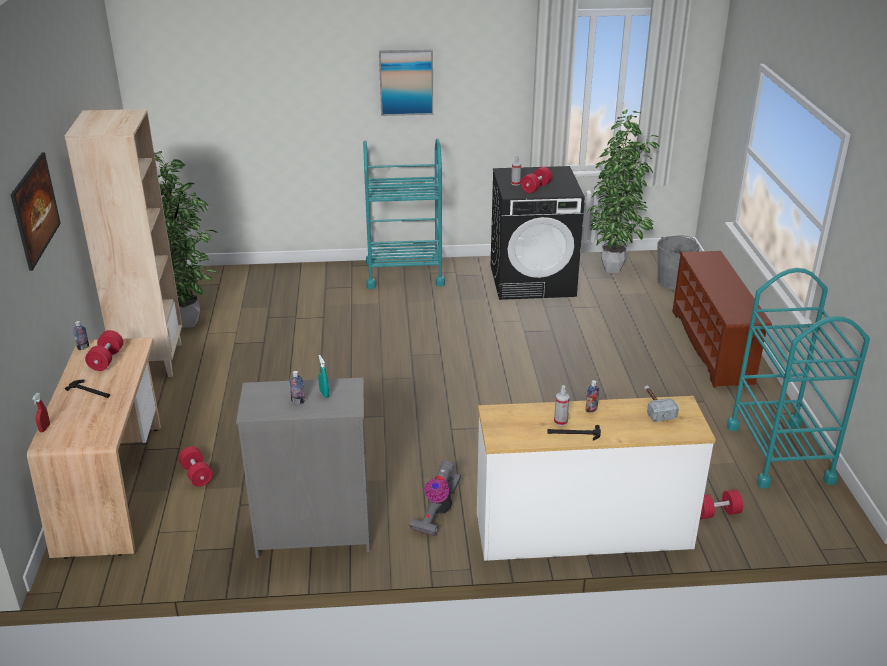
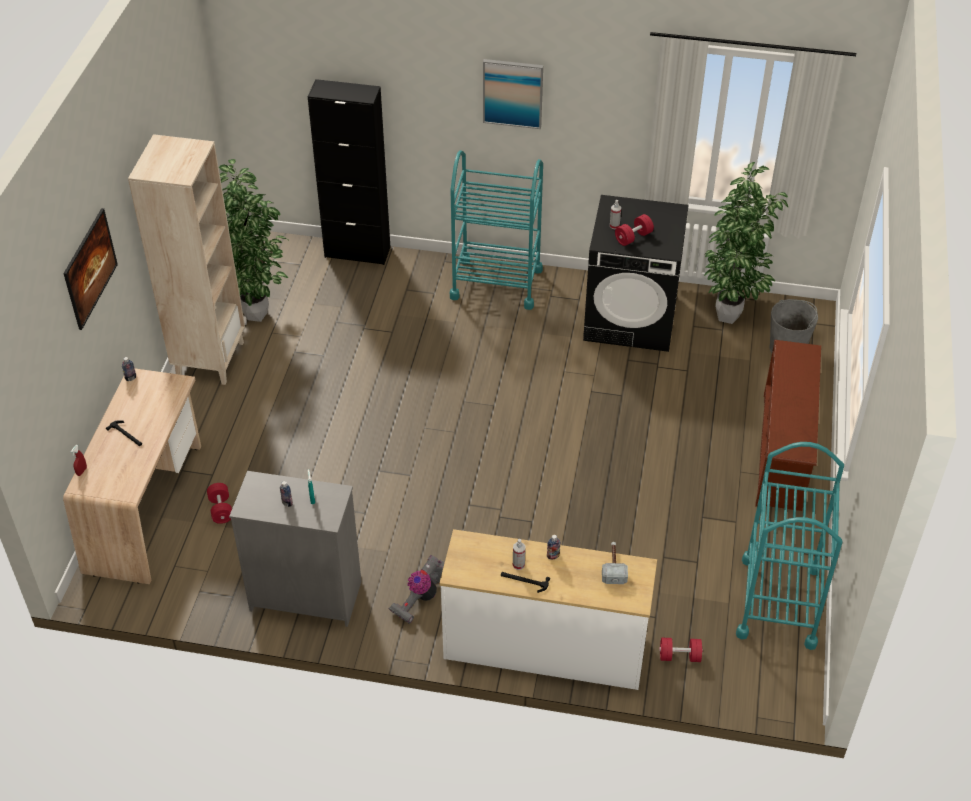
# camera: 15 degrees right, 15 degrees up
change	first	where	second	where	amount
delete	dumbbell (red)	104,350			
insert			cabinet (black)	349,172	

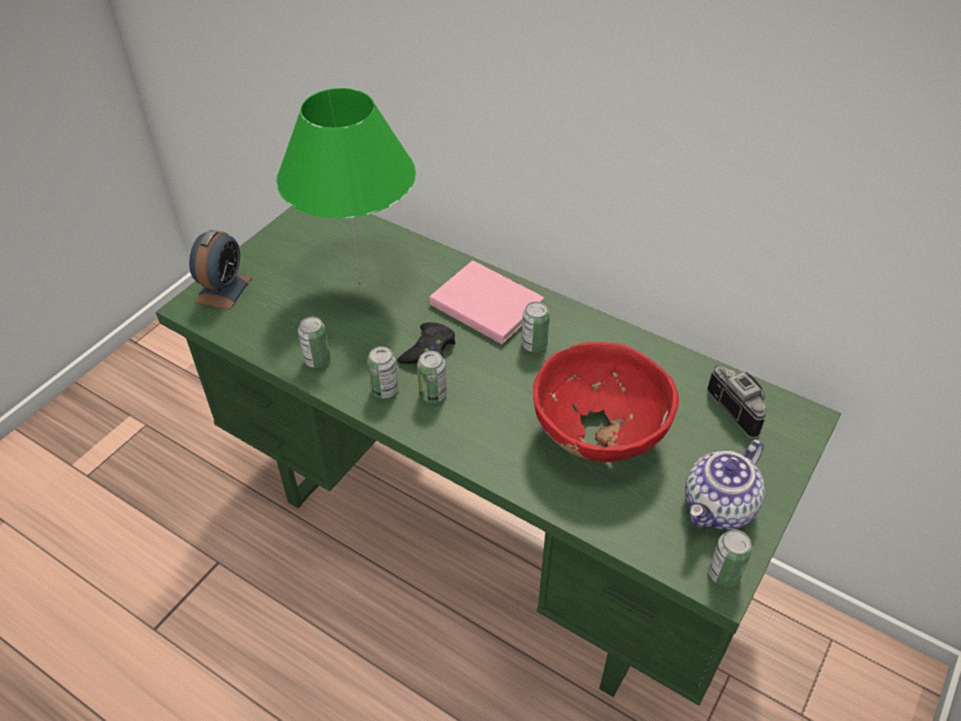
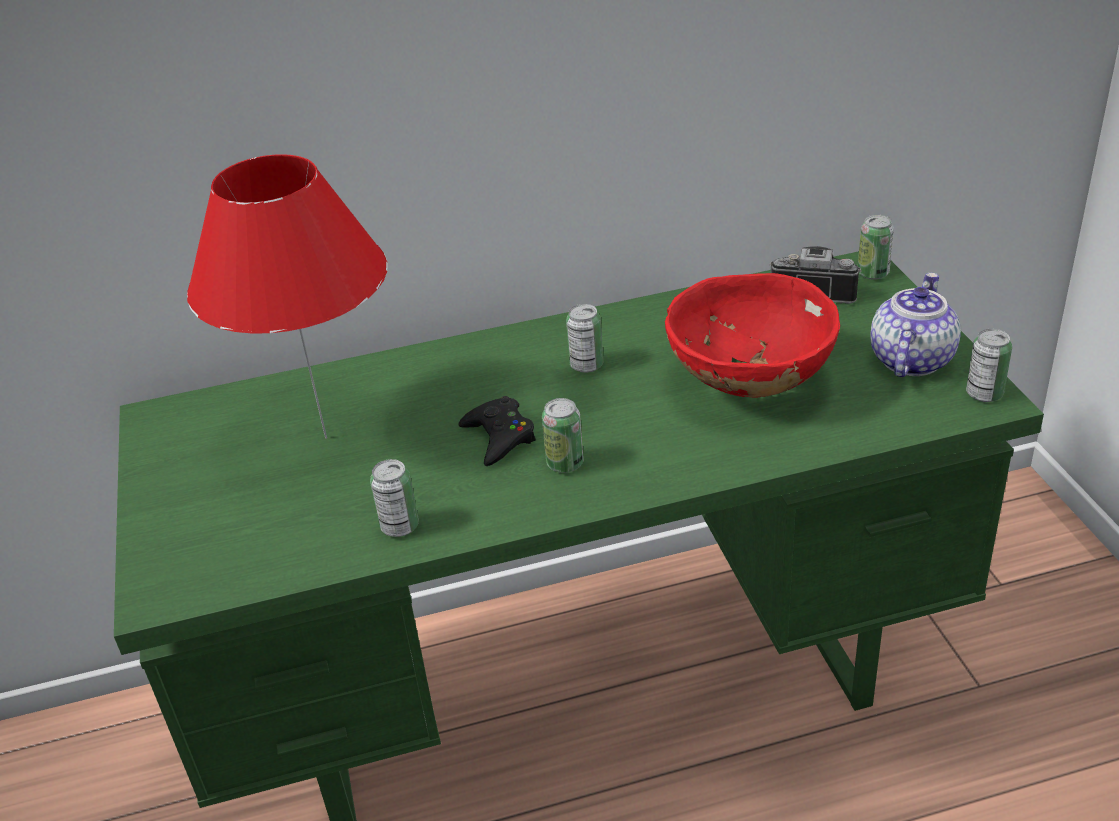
# camera: 45 degrees left, 10 degrees down
change	first	where	second	where	amount
delete	alarm clock	220,270			
recolor	table lamp (green)	346,185	table lamp (red)	287,296	
move	can	382,372		876,247	
delete	book (pink)	487,302			
rotate	teapot	725,484		915,325	150 degrees counterclockwise

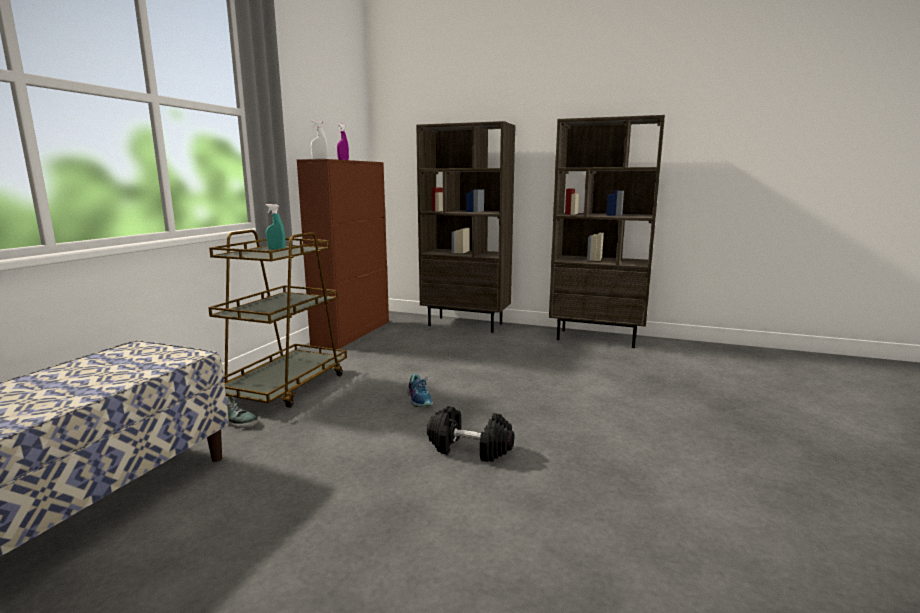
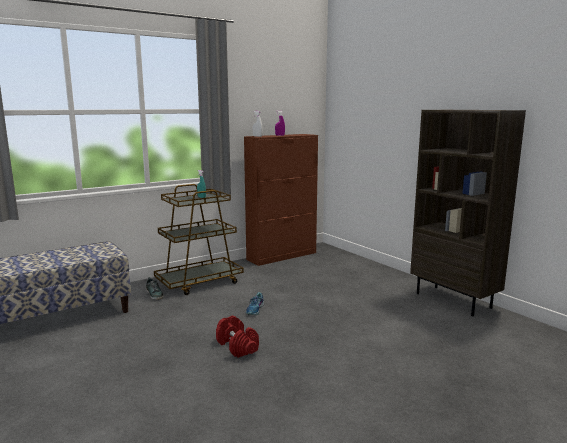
# camera: 35 degrees right, 0 degrees up
change	first	where	second	where	amount
delete	bookcase (brown)	465,227			
recolor	dumbbell (black)	470,434	dumbbell (red)	237,336	

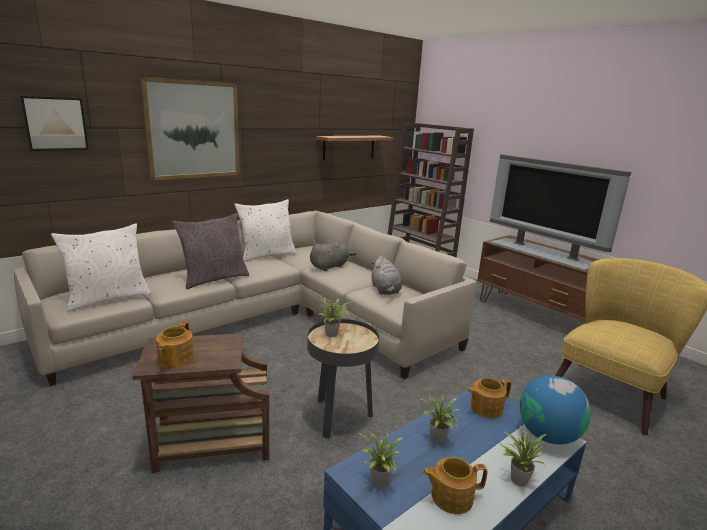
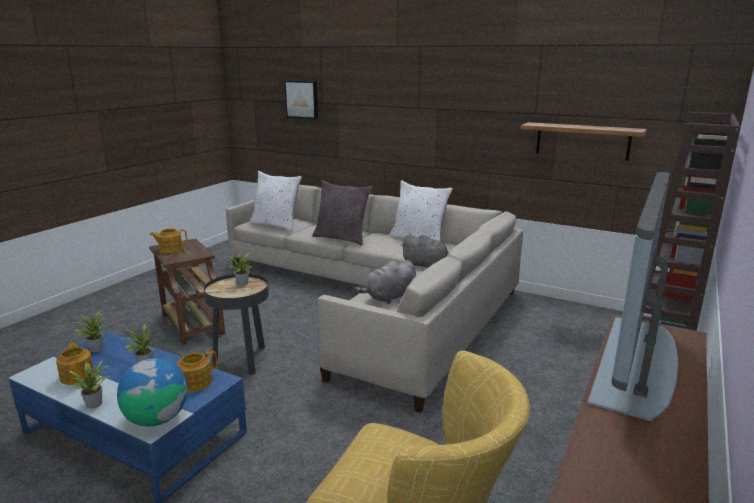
# camera: 70 degrees right, 0 degrees up
change	first	where	second	where	amount
delete	picture	190,129			
rotate	teapot	489,398		197,371	90 degrees counterclockwise

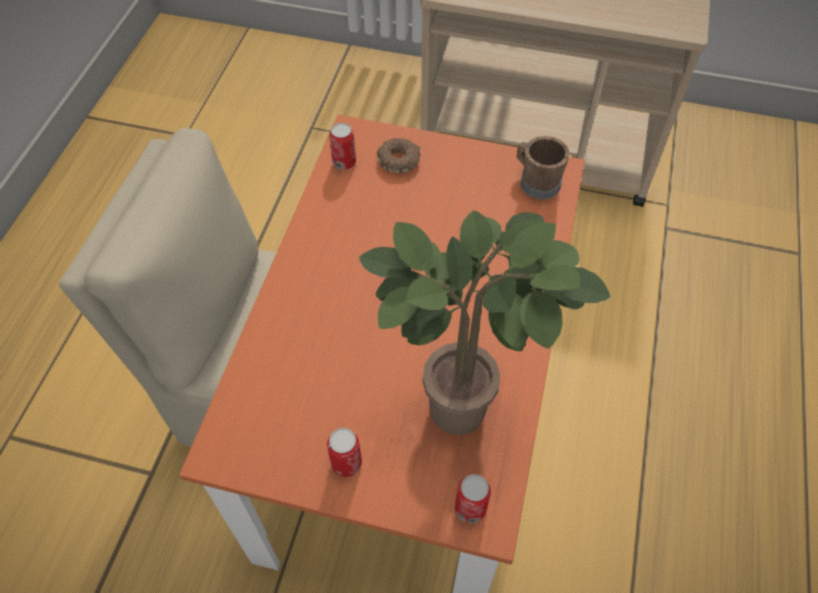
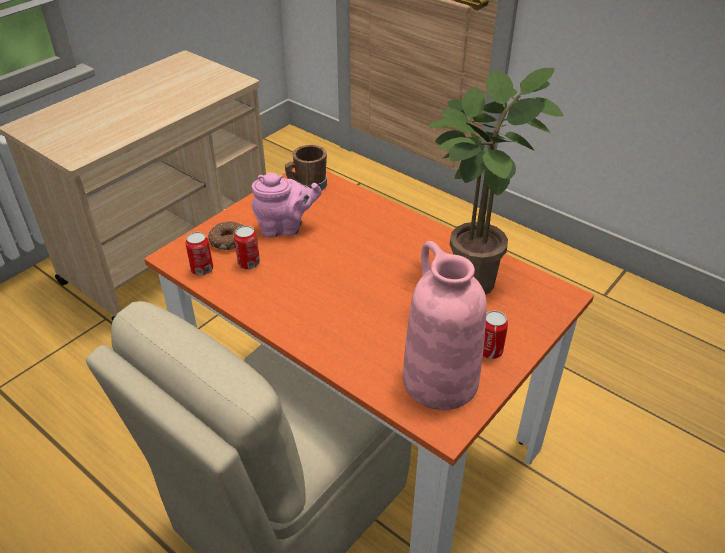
# camera: 65 degrees left, 15 degrees down
change	first	where	second	where	amount
move	can	473,498		247,247	
insert			teapot (pink)	286,205	
insert			vase (pink)	445,325	

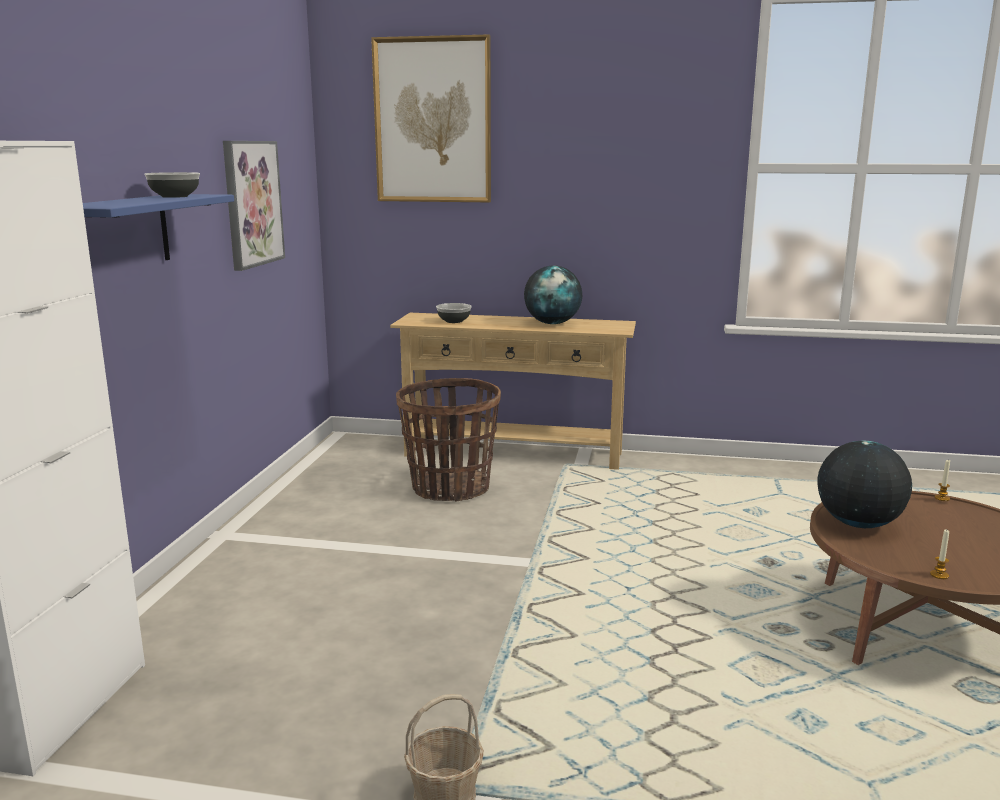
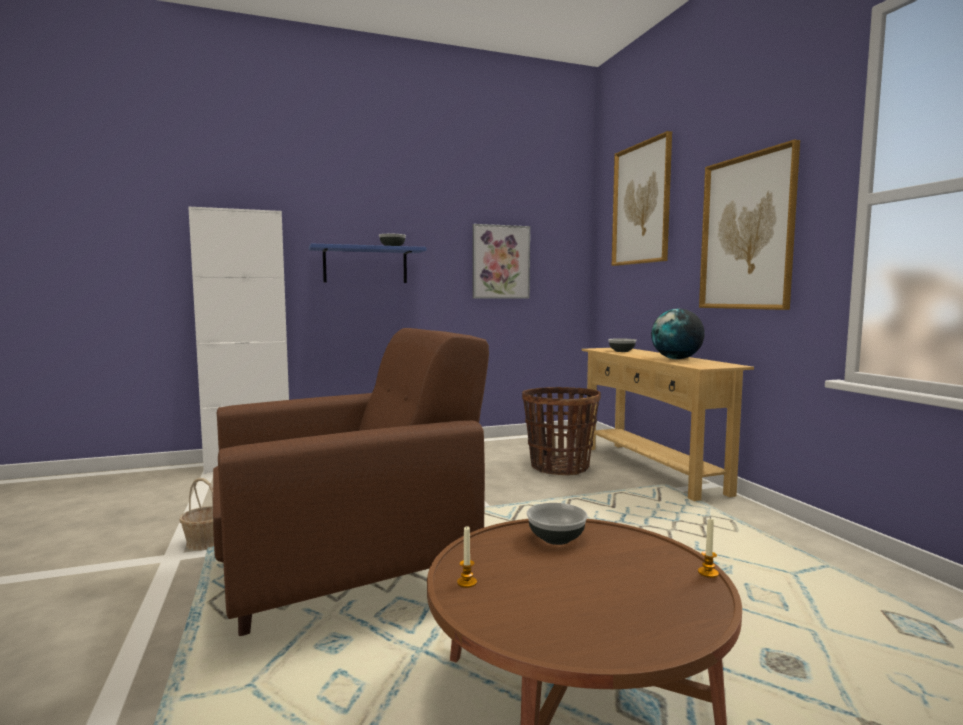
# camera: 60 degrees right, 10 degrees down
change	first	where	second	where	amount
replace	globe	864,484	bowl	557,524	
insert			armchair (brown)	351,482	
insert			picture	749,225	

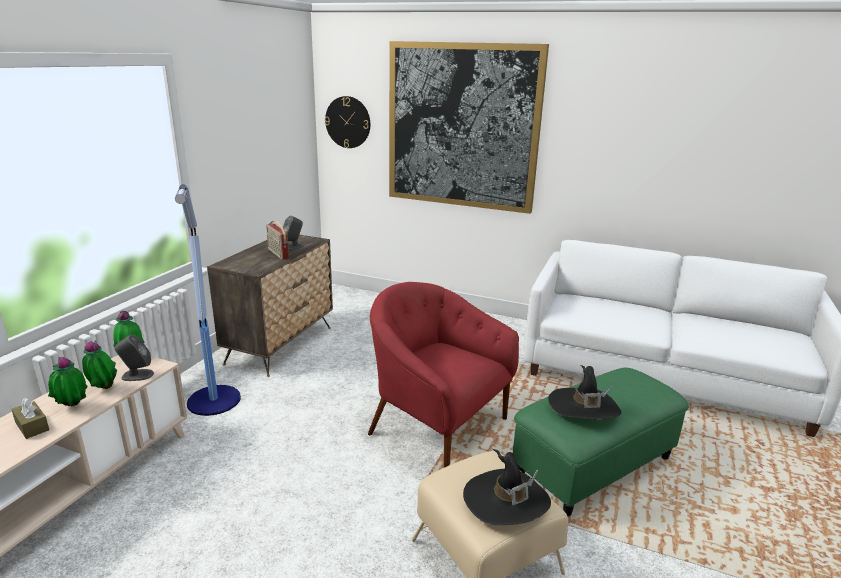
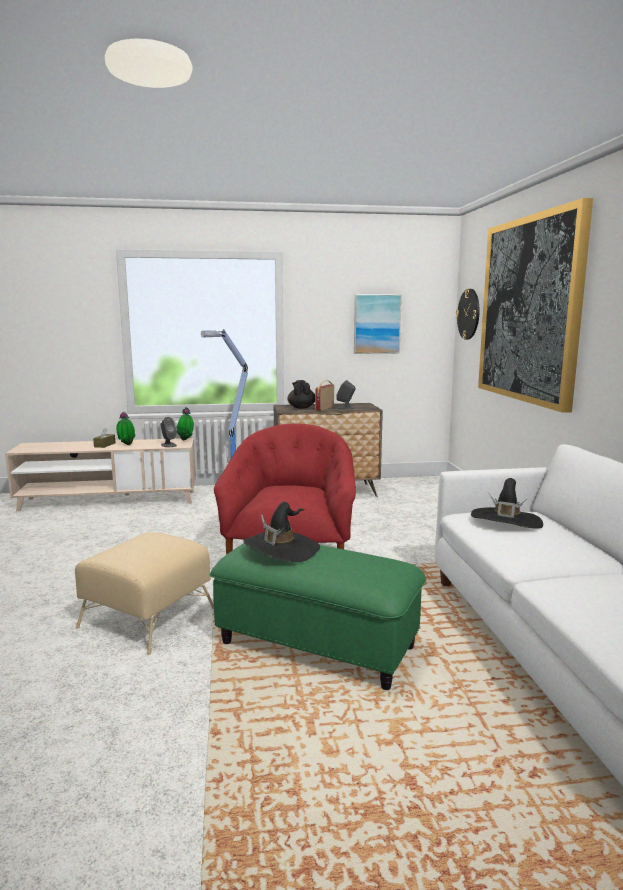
# camera: 60 degrees right, 10 degrees down
change	first	where	second	where	amount
delete	potted plant	99,364			
move	hat (black)	507,487		507,503	
insert			teapot (black)	301,394	
insert			picture	378,324	

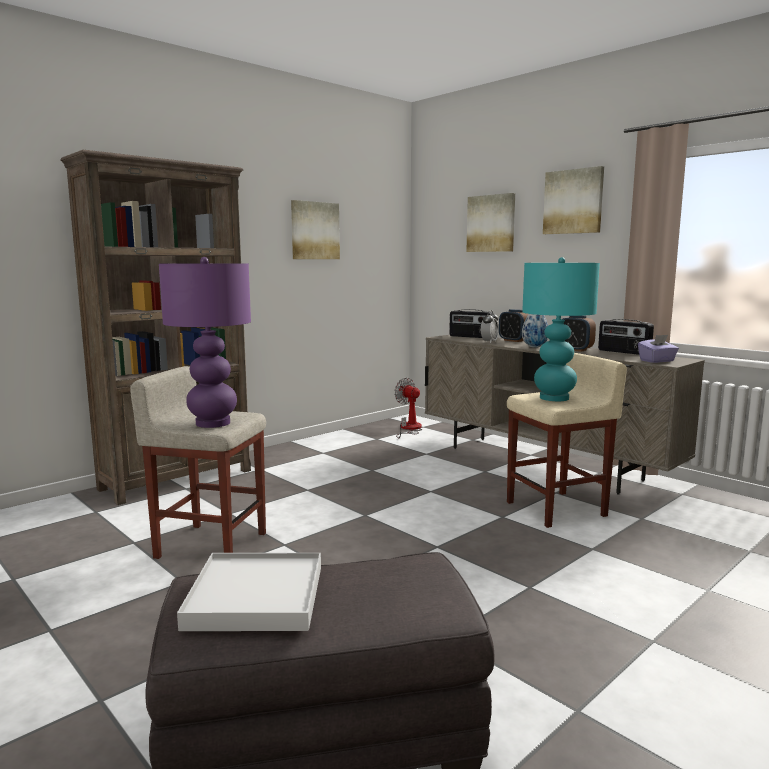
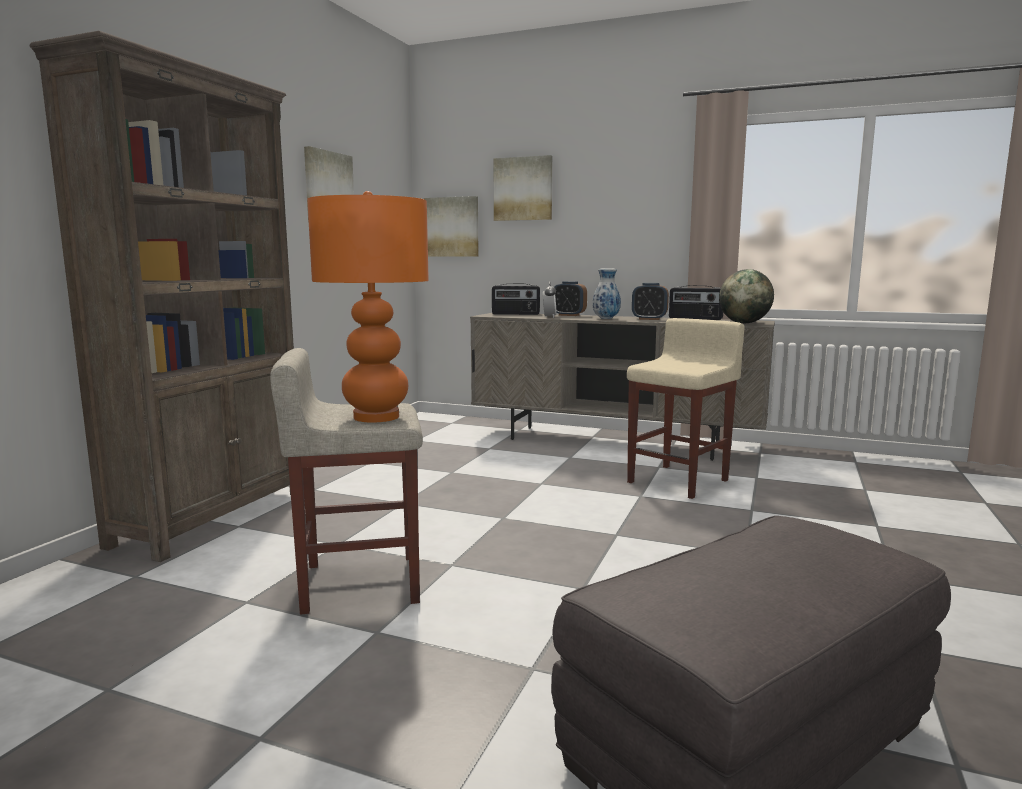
# camera: 25 degrees left, 0 degrees up
change	first	where	second	where	amount
recolor	table lamp (purple)	205,342	table lamp (orange)	368,307	
delete	tray (white)	249,592			
delete	fan	408,408			
delete	table lamp (turquoise)	561,329			
move	picture	573,200		451,226	
replace	tissue box (purple)	658,349	globe	746,296	

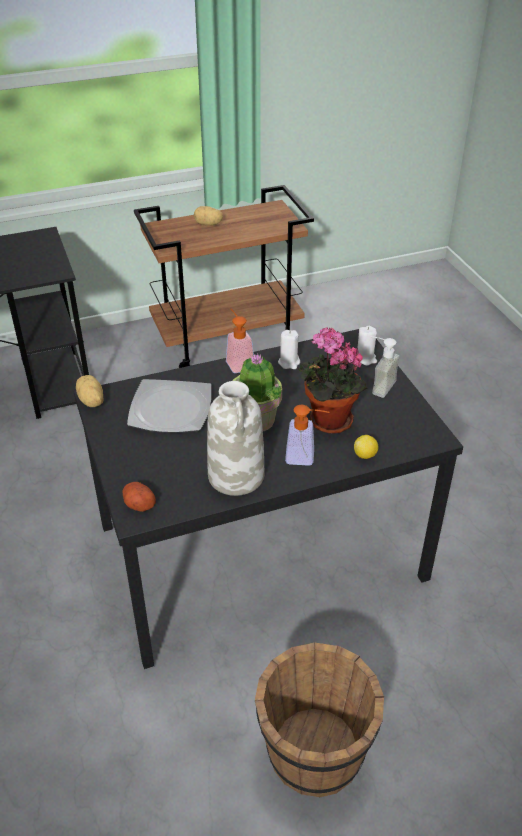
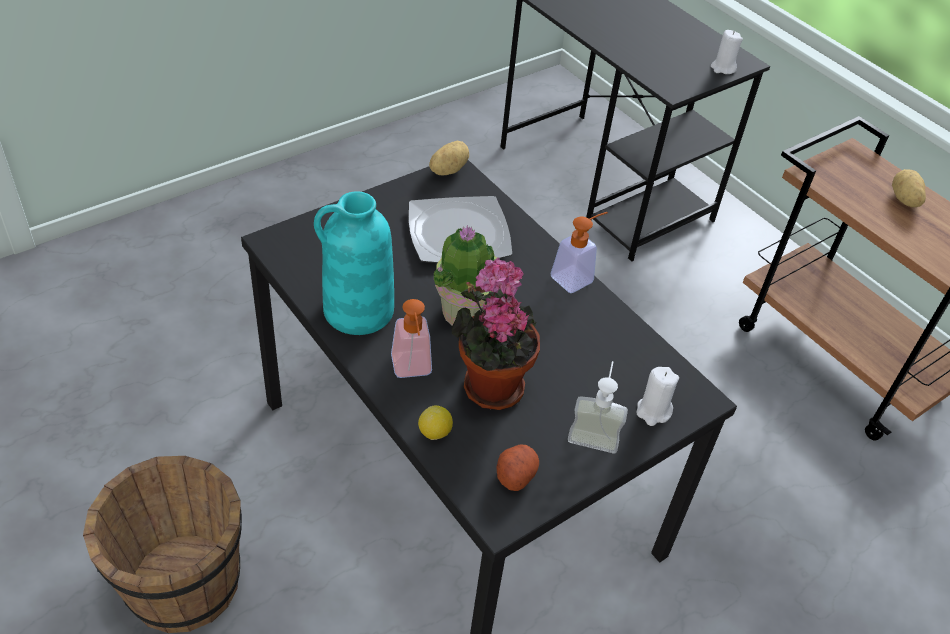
# camera: 70 degrees right, 5 degrees up
change	first	where	second	where	amount
move	potato	139,497		517,467	
recolor	vase (white)	235,438	vase (turquoise)	354,263	
move	candle (white)	289,349		727,52	

